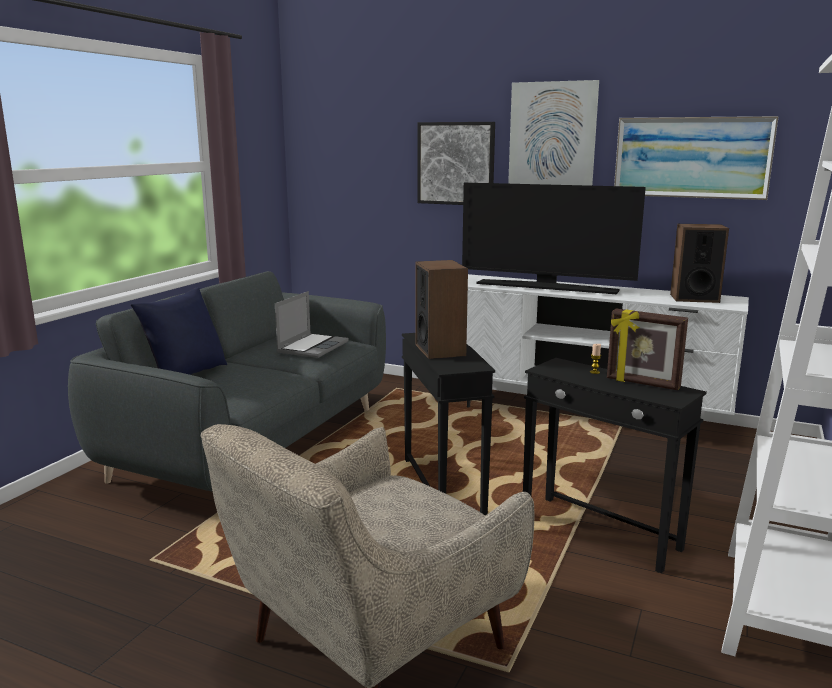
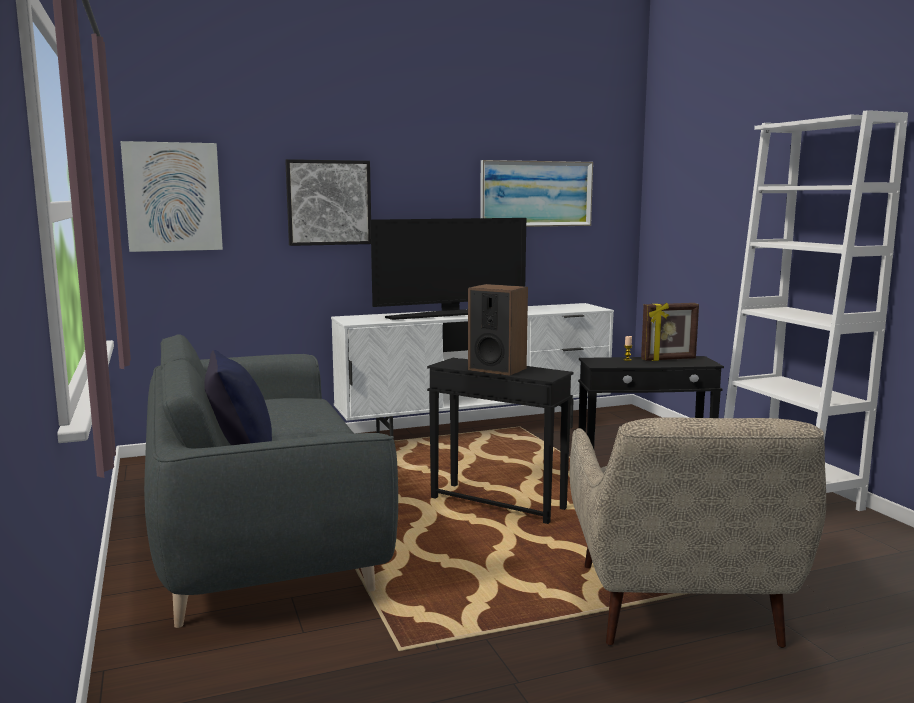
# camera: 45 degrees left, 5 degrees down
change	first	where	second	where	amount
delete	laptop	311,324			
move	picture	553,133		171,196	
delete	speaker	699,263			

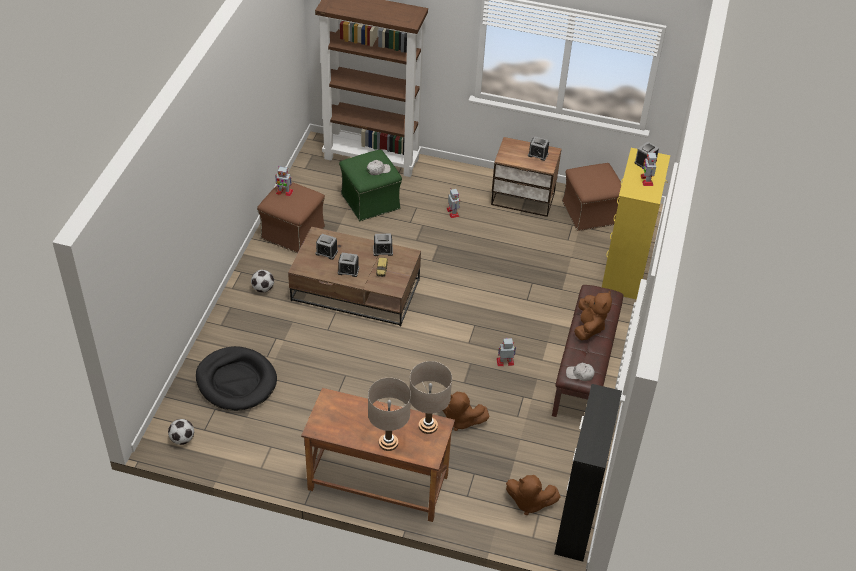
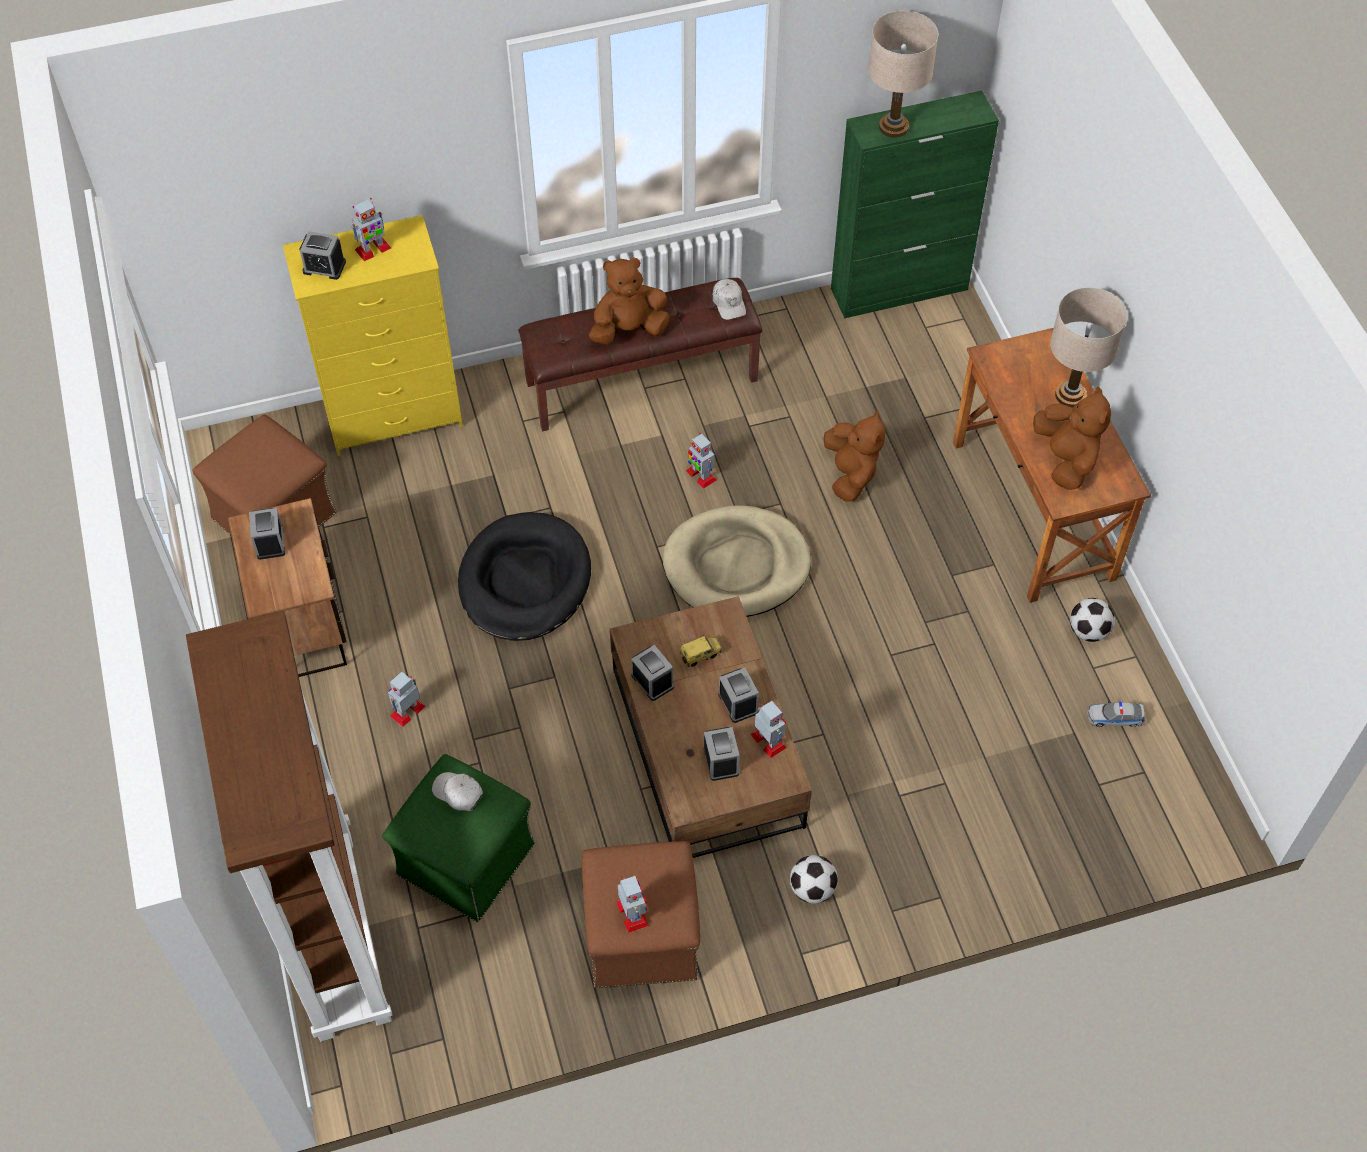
# camera: 120 degrees left, 10 degrees up
change	first	where	second	where	amount
move	football	181,432		1092,620	
move	dog bed (black)	236,378		524,576	
move	table lamp (beige)	431,397		903,74	
move	plush toy (brown)	533,495		1072,438	
recolor	cabinet (black)	588,473	cabinet (green)	915,204	
insert			dog bed (beige)	737,561	
insert			toy robot	768,729	
insert			toy car	1116,713	

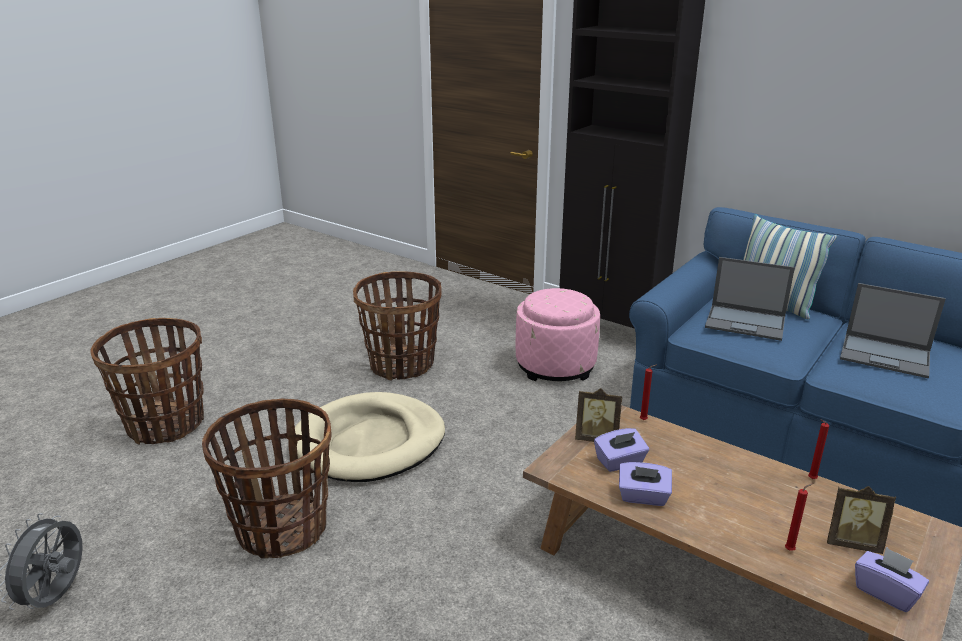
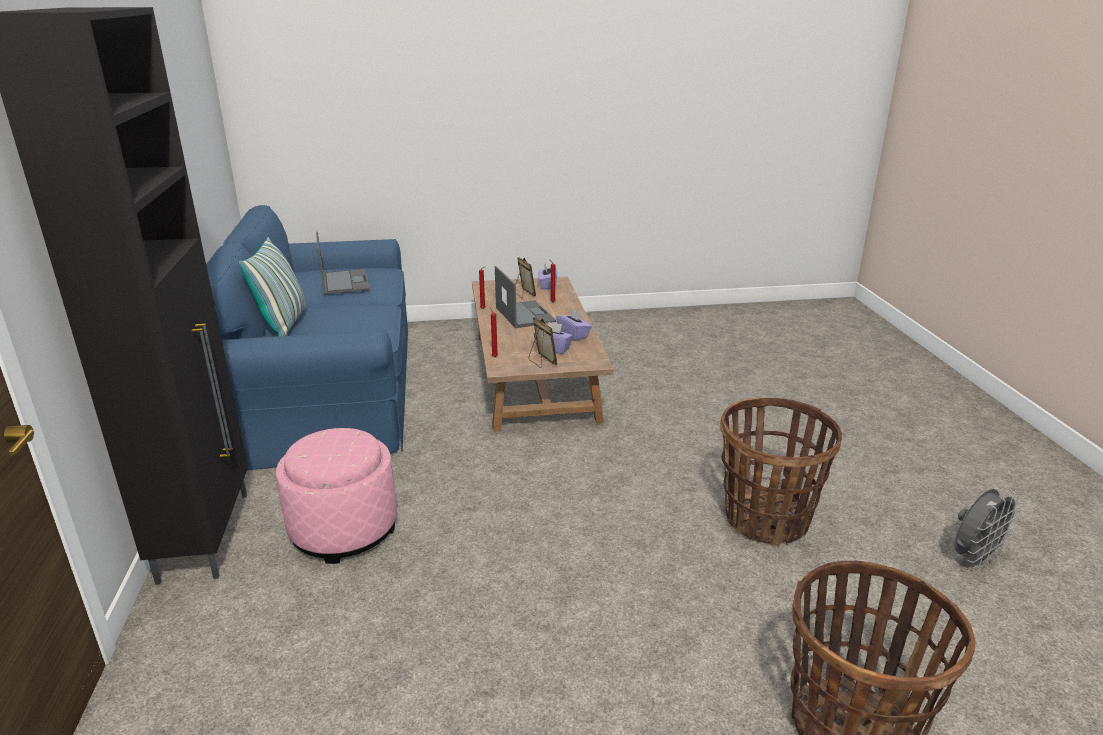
# camera: 135 degrees left, 0 degrees up
change	first	where	second	where	amount
delete	dog bed (beige)	370,437			
delete	basket	397,326			
move	laptop	750,299		525,297	

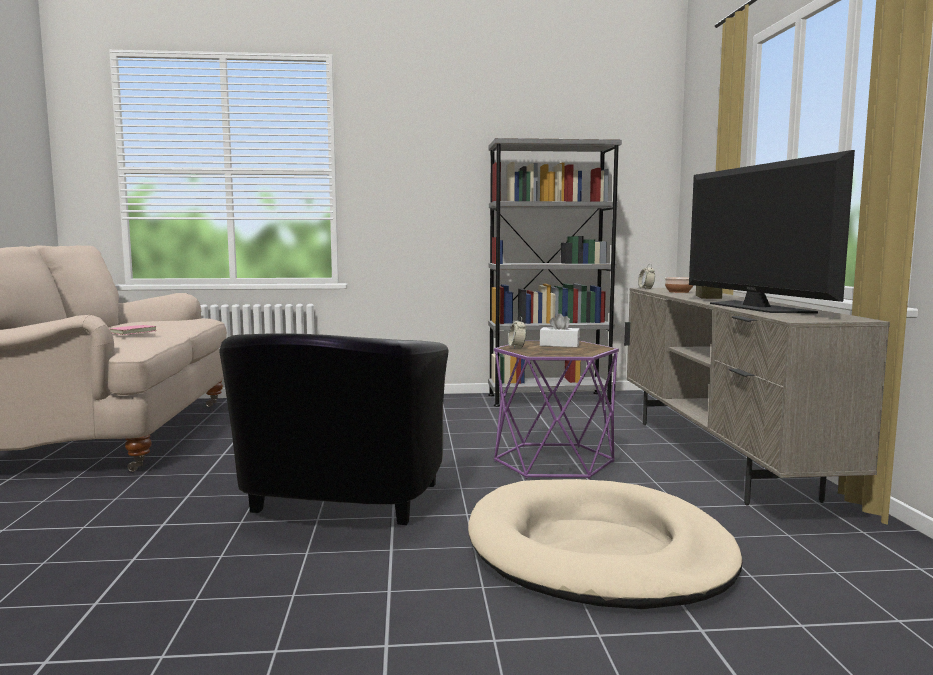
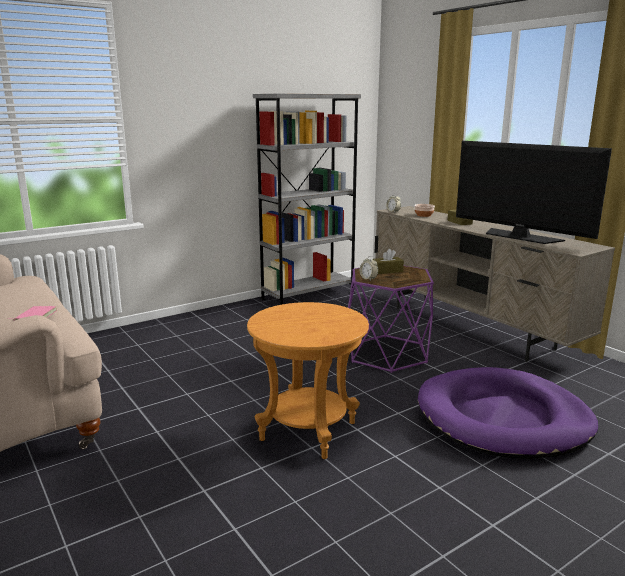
# camera: 30 degrees left, 10 degrees up
change	first	where	second	where	amount
replace	armchair (black)	334,429	side table (brown)	308,380	
recolor	dog bed (beige)	605,544	dog bed (purple)	508,413	
recolor	tissue box (white)	560,330	tissue box (brown)	388,261	

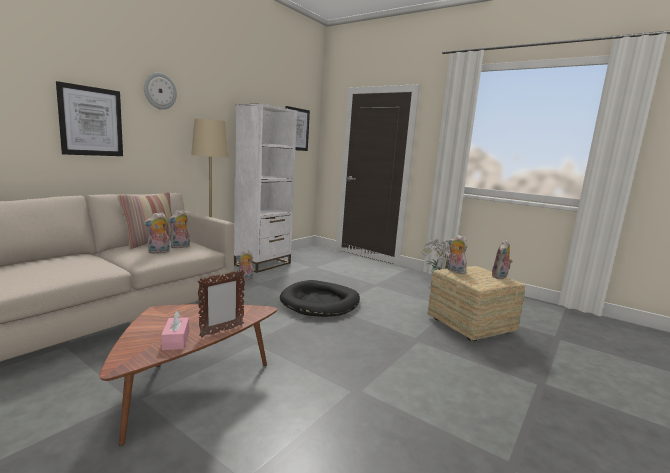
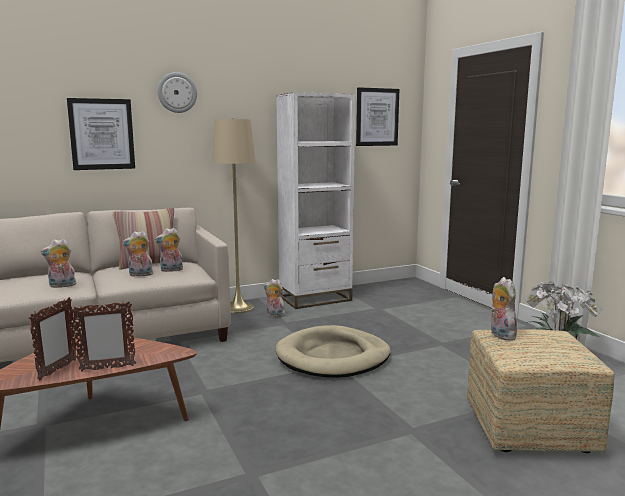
# camera: 30 degrees right, 0 degrees up
change	first	where	second	where	amount
replace	tissue box (pink)	175,330	picture frame	53,338	
recolor	dog bed (black)	320,298	dog bed (beige)	333,351	
move	plush toy	502,259		59,263	

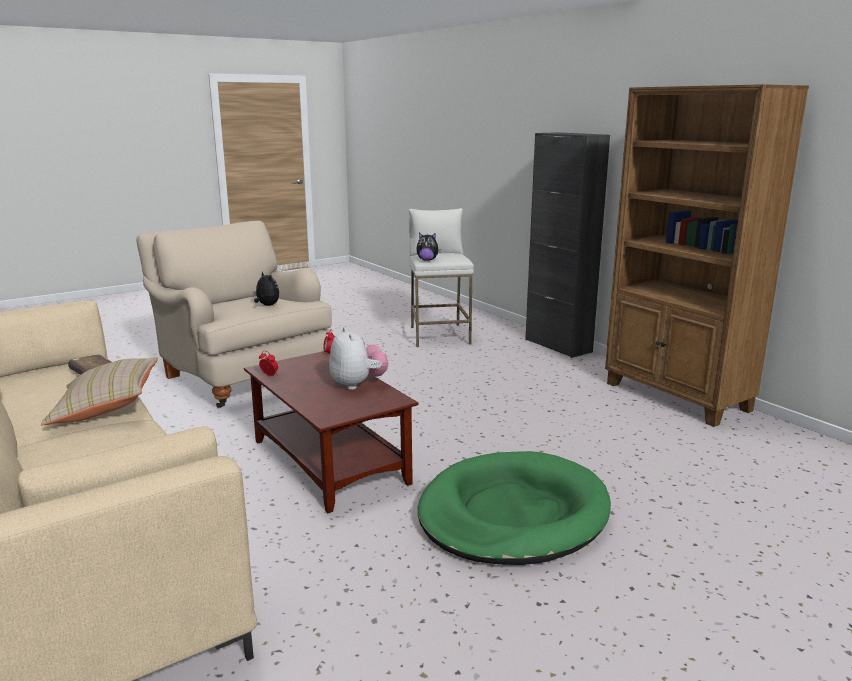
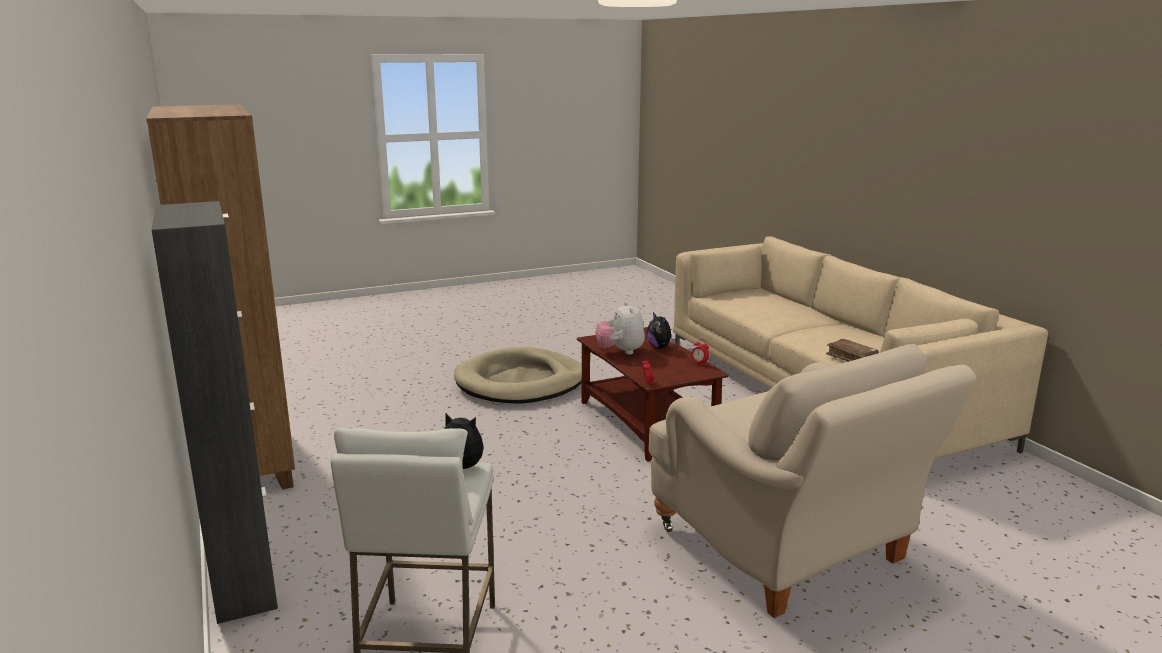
# camera: 170 degrees left, 0 degrees up
change	first	where	second	where	amount
delete	pillow (beige)	99,391			
move	plush toy	266,288		661,330	
recolor	dog bed (green)	514,508	dog bed (beige)	518,375	

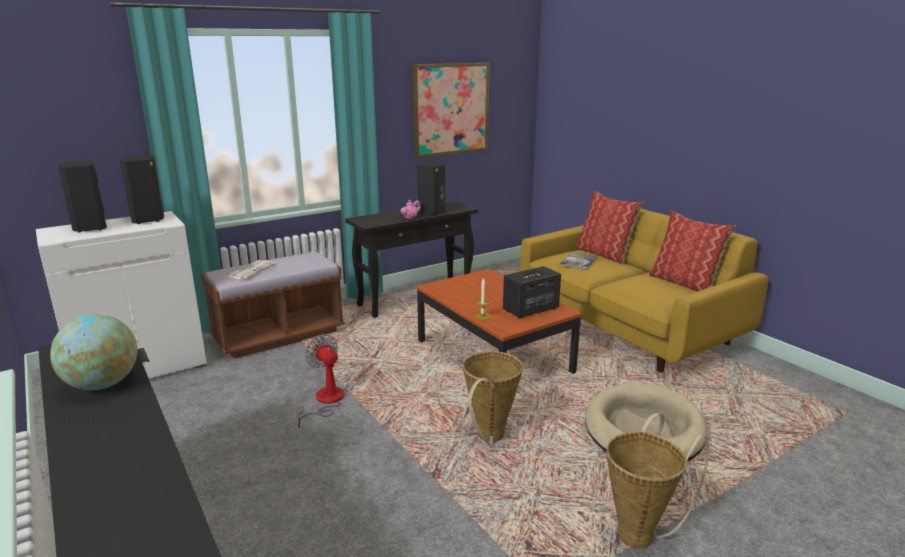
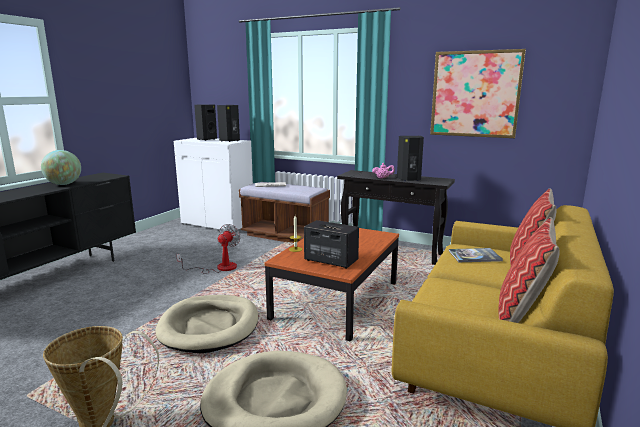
# camera: 60 degrees right, 5 degrees down
change	first	where	second	where	amount
replace	basket	479,398	dog bed (beige)	207,324	

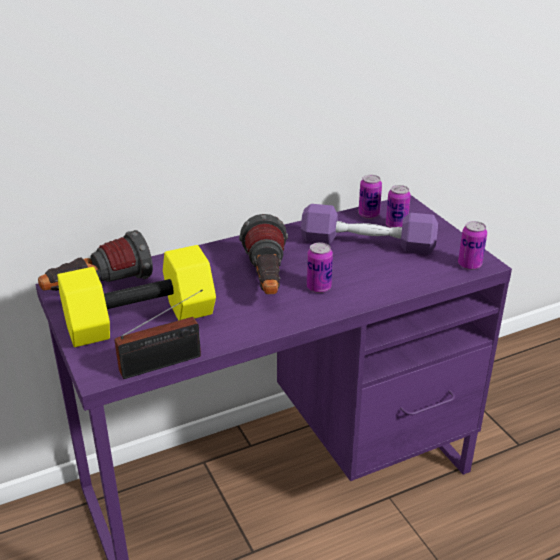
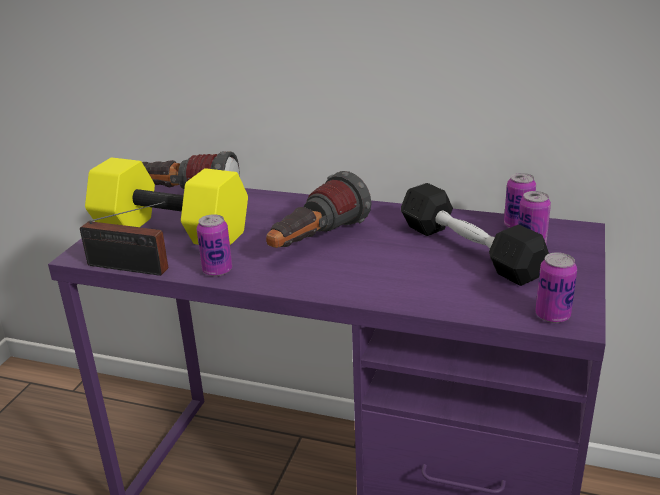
# camera: 45 degrees right, 5 degrees down
change	first	where	second	where	amount
recolor	dumbbell (purple)	369,229	dumbbell (black)	475,234	
move	can	320,267		214,245	

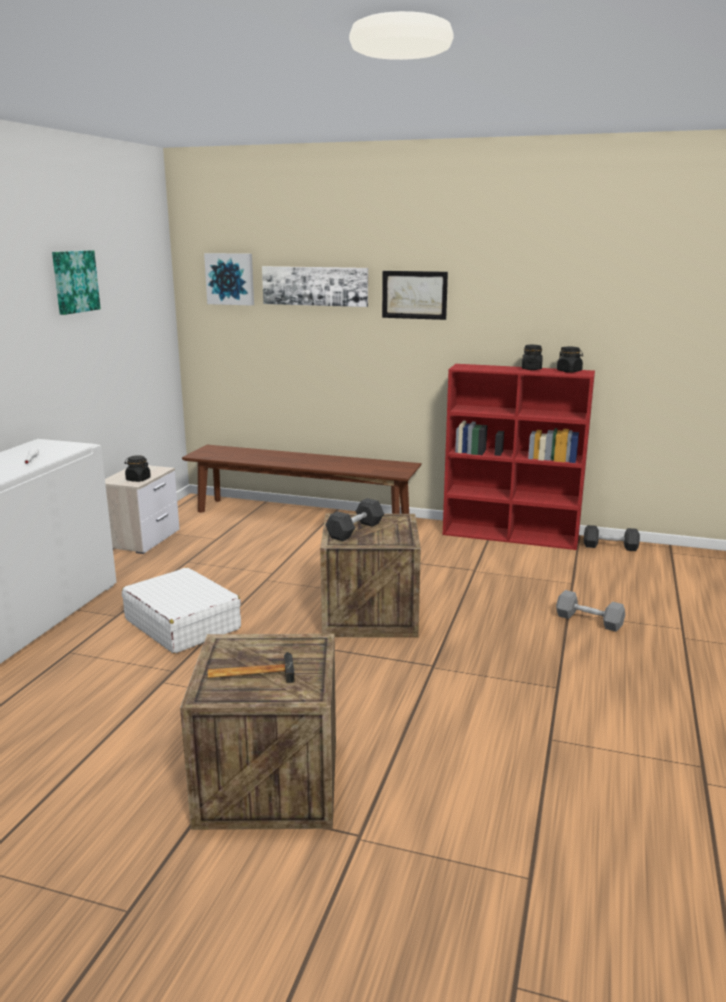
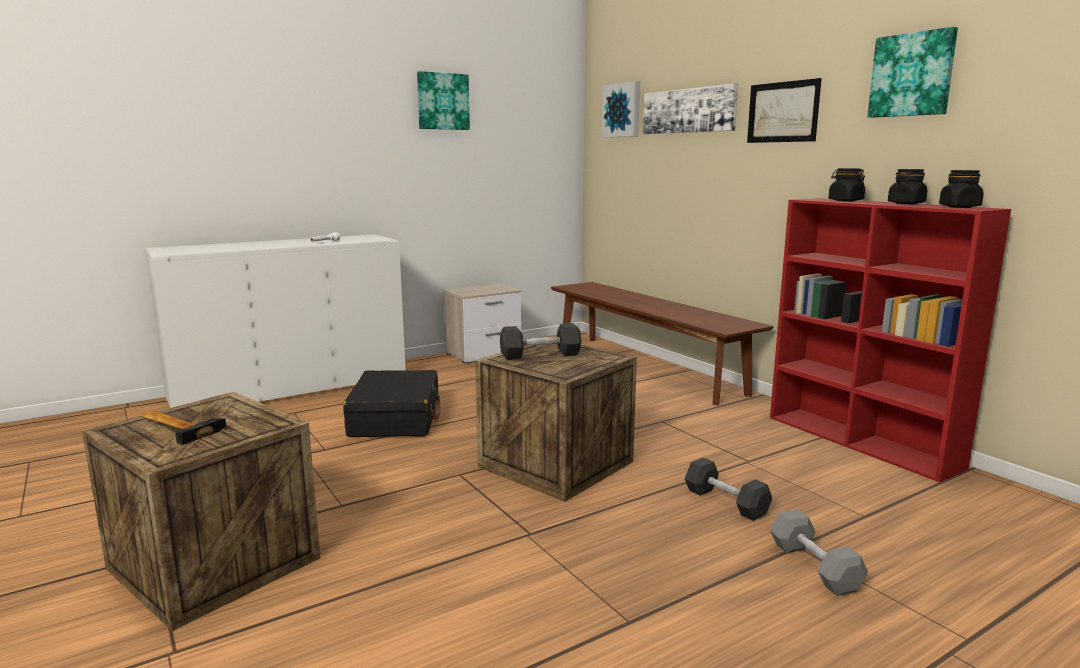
# camera: 40 degrees right, 5 degrees down
change	first	where	second	where	amount
recolor	suitcase (white)	181,610	suitcase (black)	391,403	
move	jar (black)	138,468		846,185	
move	dumbbell (grey)	612,538		728,489	
insert			picture	913,72	

